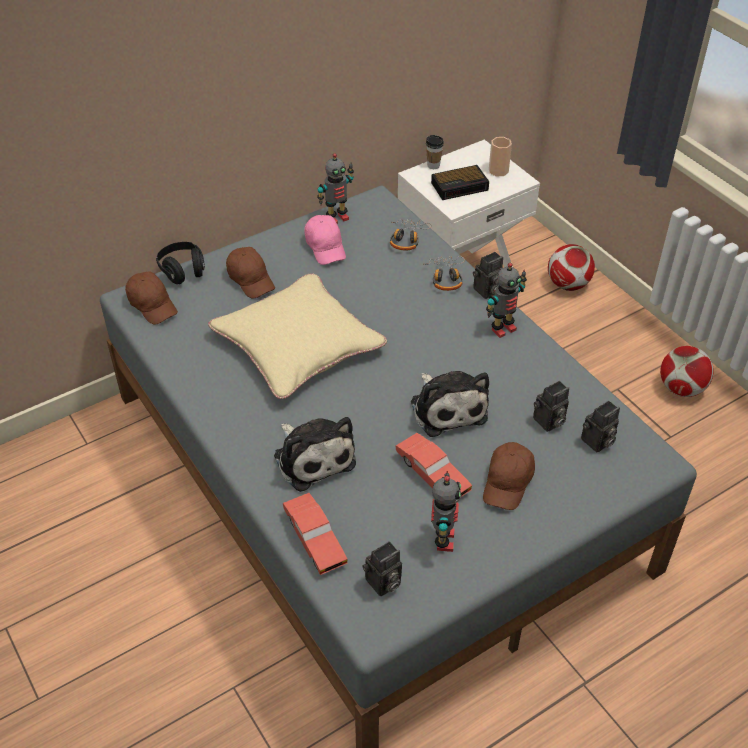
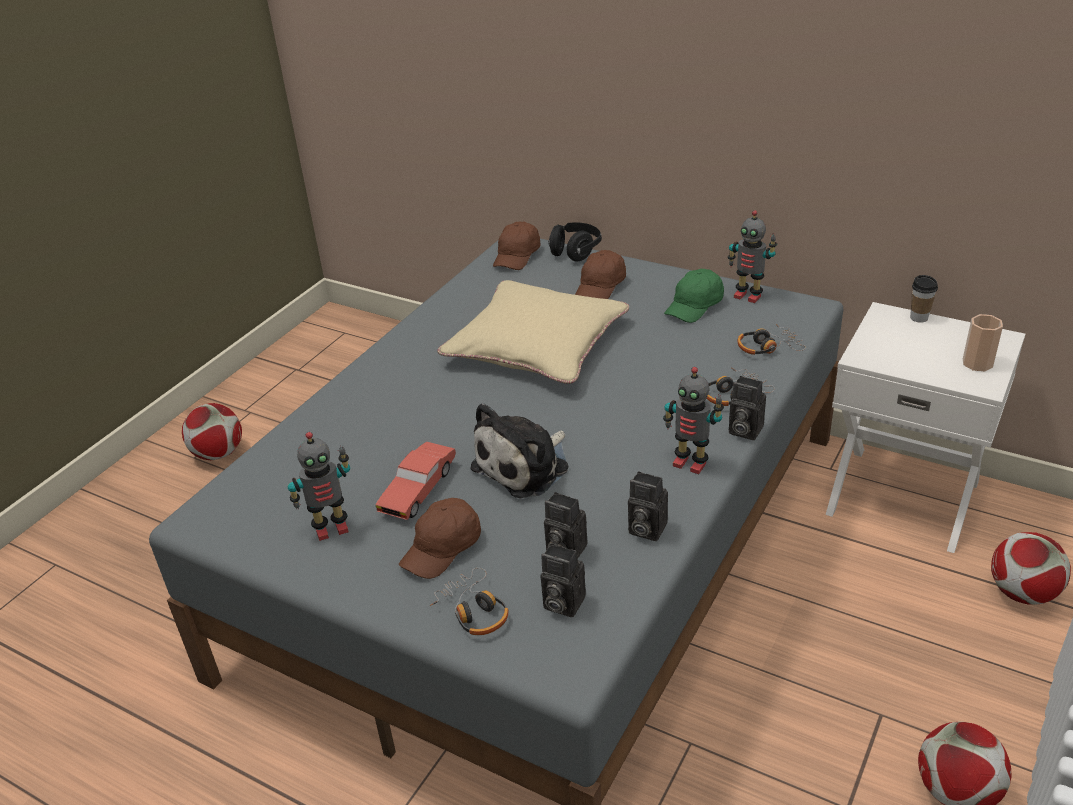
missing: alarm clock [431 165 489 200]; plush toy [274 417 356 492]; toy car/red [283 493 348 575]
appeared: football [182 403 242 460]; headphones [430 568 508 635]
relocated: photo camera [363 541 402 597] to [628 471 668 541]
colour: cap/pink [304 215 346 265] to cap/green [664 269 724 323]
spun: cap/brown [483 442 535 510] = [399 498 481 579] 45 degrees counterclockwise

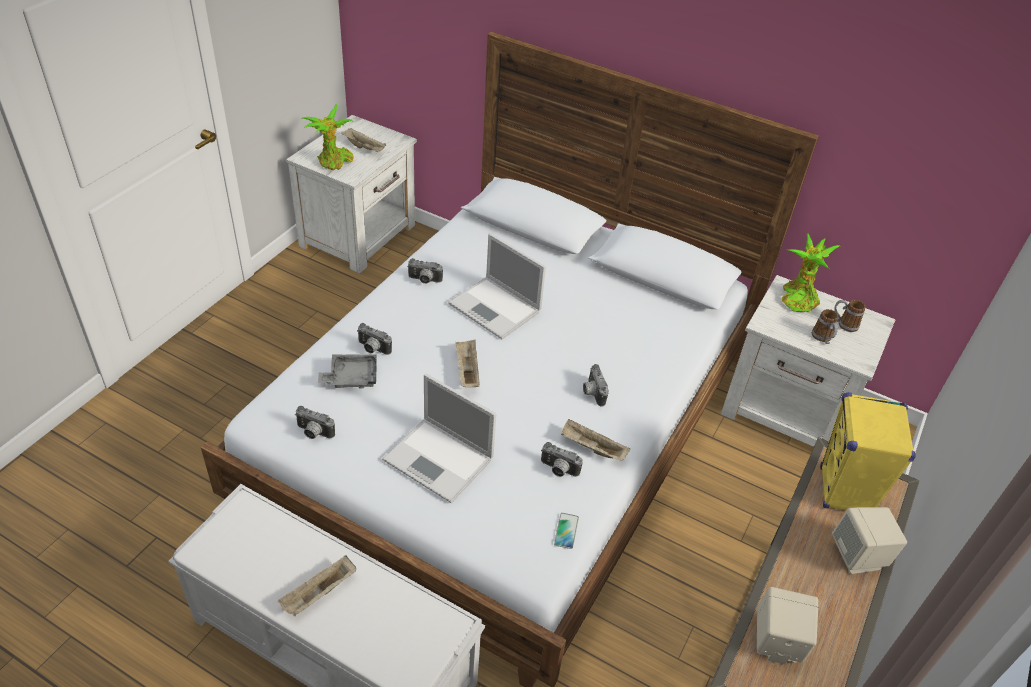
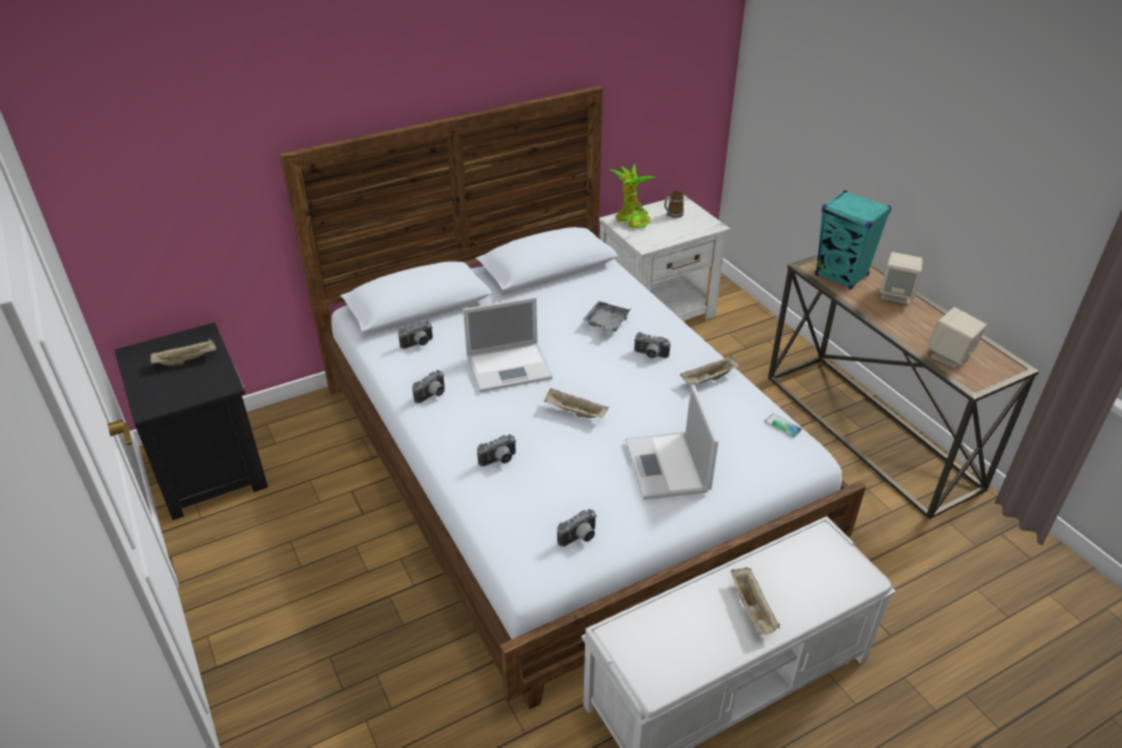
missing: potted plant [301 104 354 170]; mug [812 309 838 344]
relocated: tray/grey [318 354 377 388] to [583 301 631 334]; photo camera [541 442 583 477] to [398 321 433 349]
colour: nightstand/white [286 115 417 274] to nightstand/black [114 322 268 520]; speaker/yellow [820 392 916 510] to speaker/turquoise [815 190 891 290]
spun: laptop [382 374 496 503] = [625 385 718 500] 105 degrees clockwise

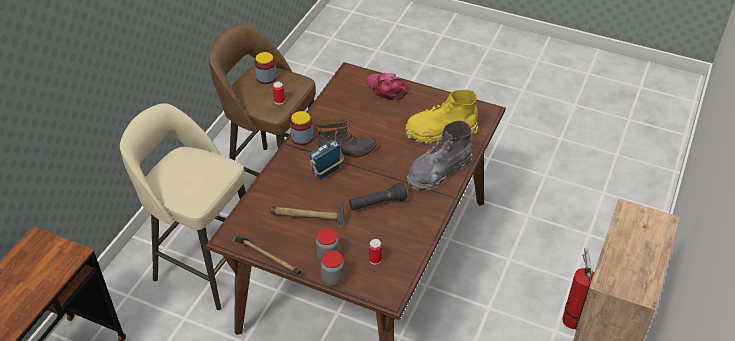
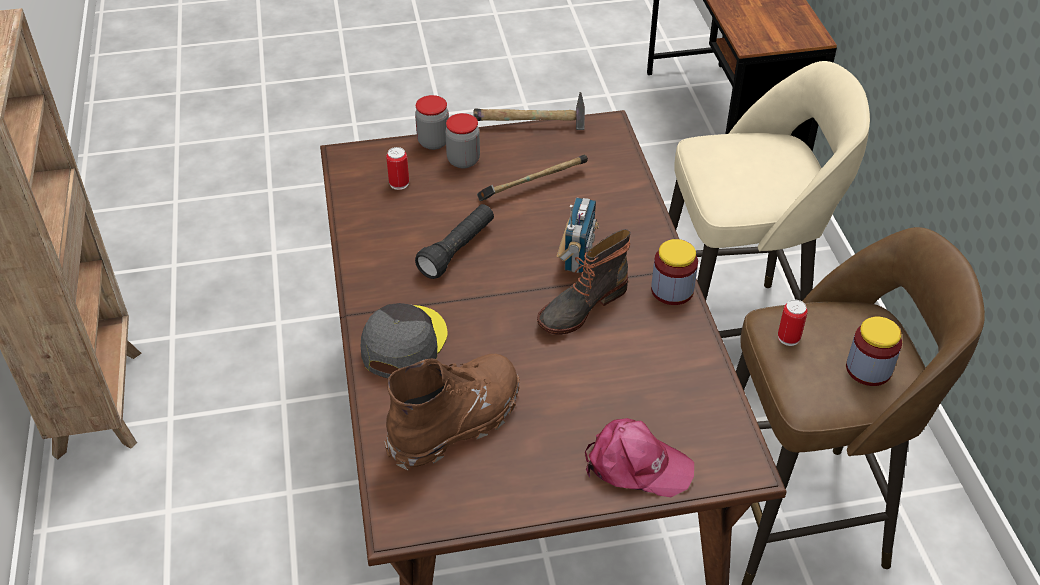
missing: fire extinguisher [562 248 594 330]
exchanged: boot/grey [407 120 472 191] to cap/grey [361 303 448 378]
colour: boot/yellow [405 90 478 144] to boot/brown [384 354 520 470]

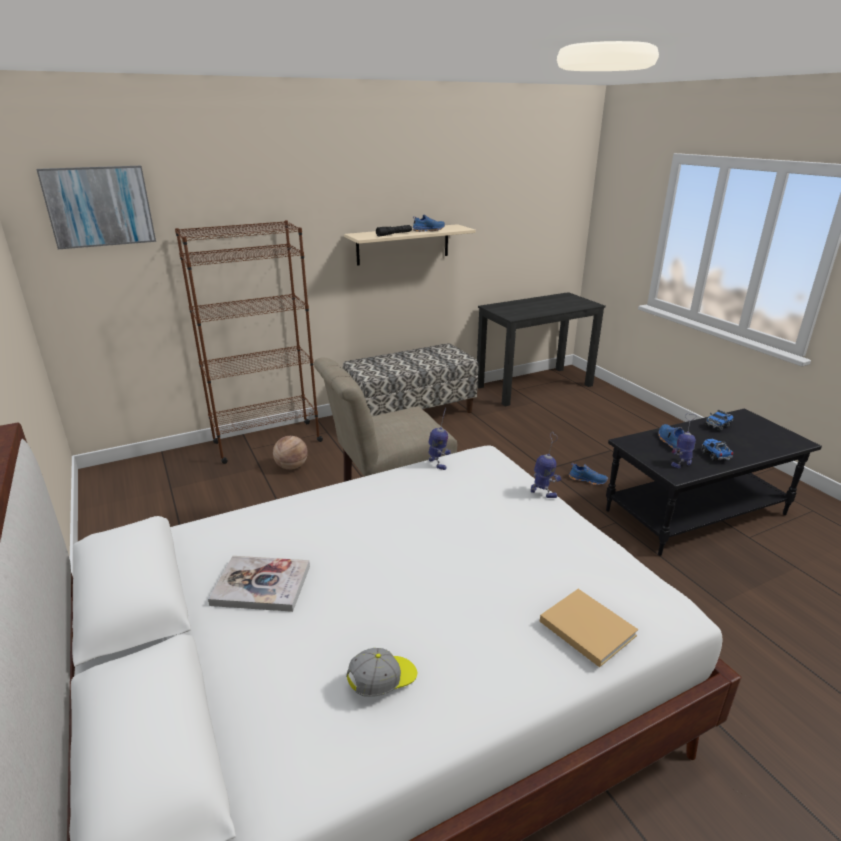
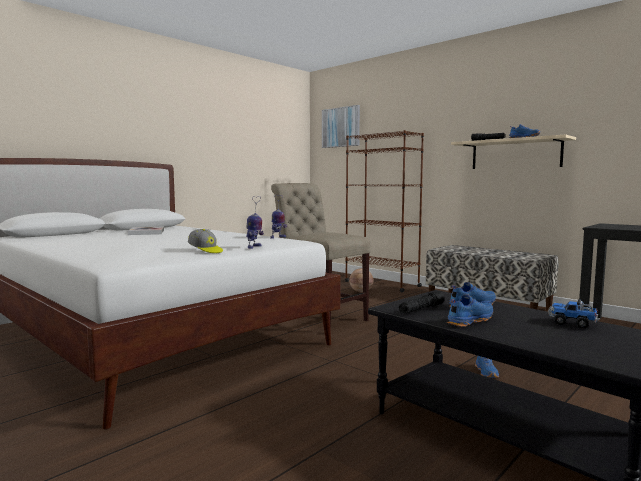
missing: book/beige [540 589 638 667]
relocated: cap [346 648 417 697] to [188 229 223 253]
exchanged: toy robot [671 414 696 468] to flashlight/black [399 291 445 314]; toy truck [701 439 734 461] to shoe/blue [447 294 493 327]

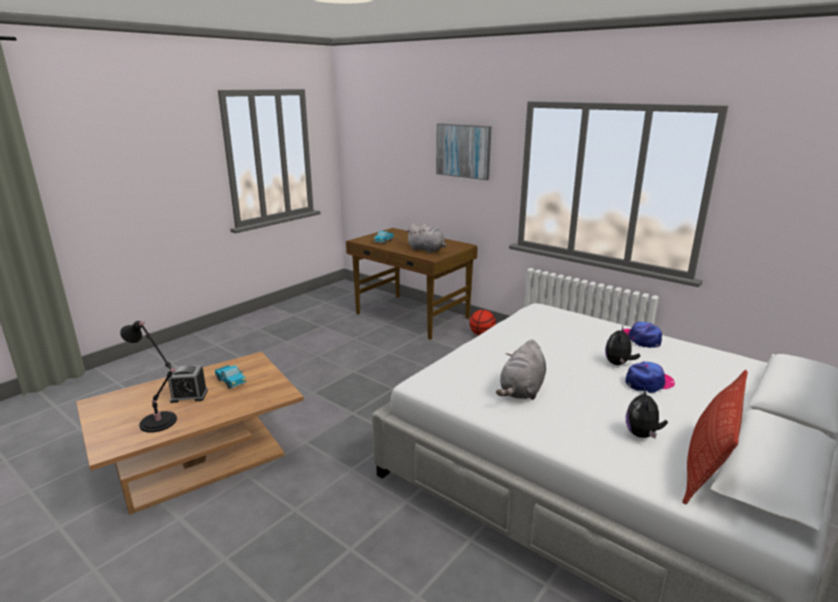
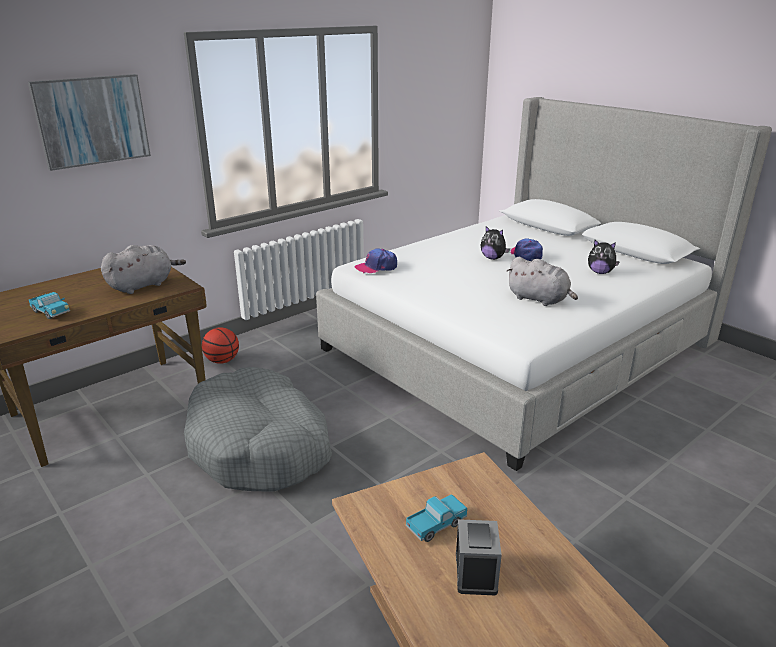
missing: table lamp/black [120 321 177 433]; pillow [682 370 748 505]
appeared: dog bed/grey [184 367 332 492]
relocated: cap [621 322 662 348] to [355 248 397 273]

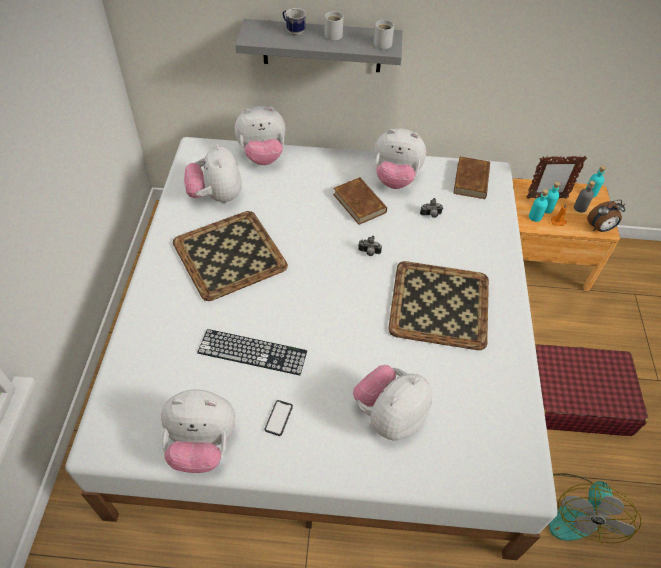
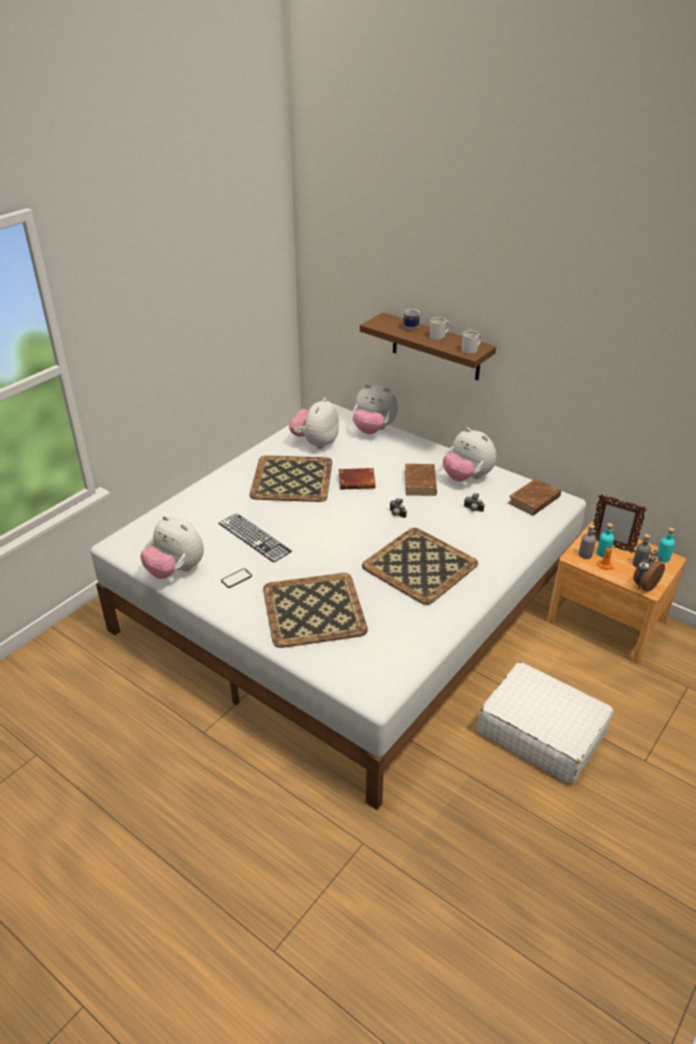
missing: fan [549 473 642 543]
appeared: book/brown [339 468 375 490]
exchanged: plush toy [353 365 432 440] to tray [263 573 368 648]
colour: shelf/grey [235 19 402 72] to shelf/brown [360 312 496 380]; bottle/turquoise [529 189 549 222] to bottle/grey [579 524 596 559]; suitcase/red [535 344 648 436] to suitcase/white [477 662 614 784]
spun: alarm clock [587 200 625 232] = [633 550 665 592] 120 degrees clockwise

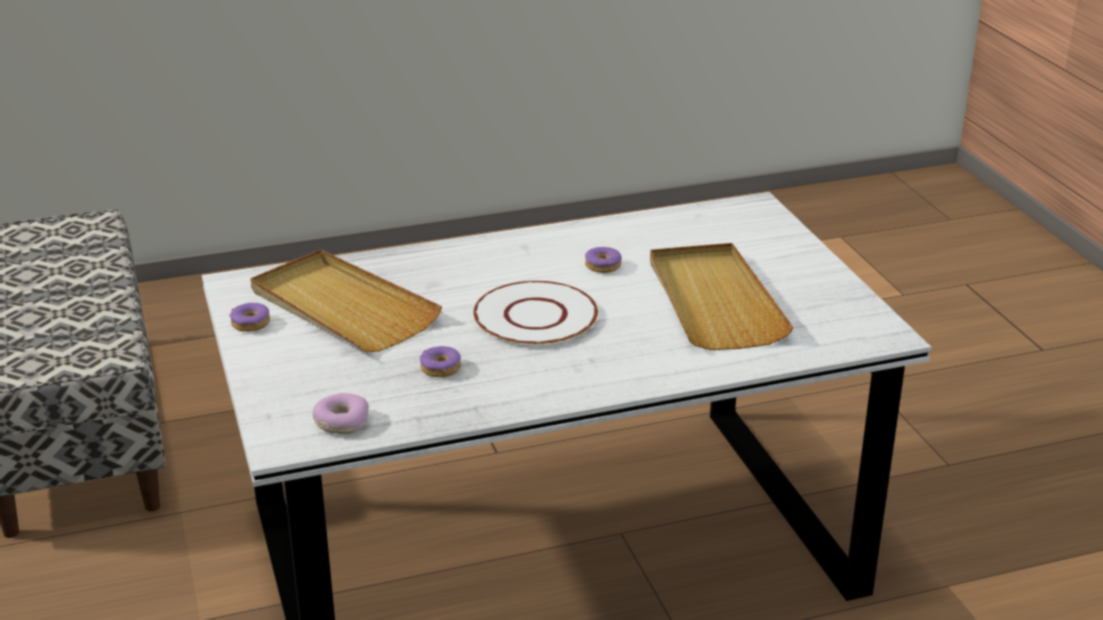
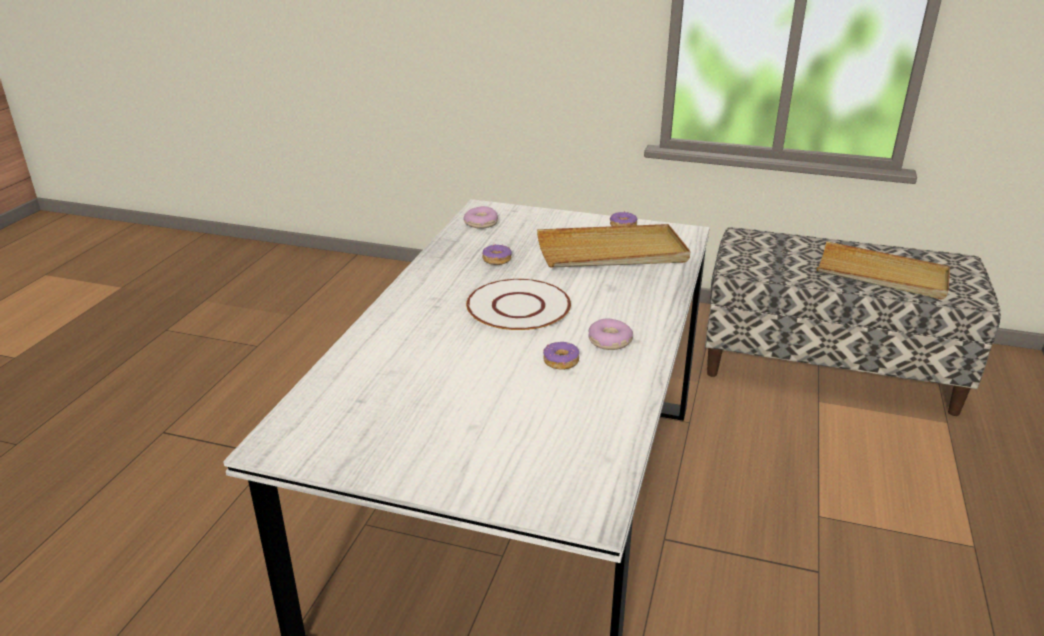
appeared: donut [588 318 633 350]
relocated: tray/beige [650 243 794 350] to [817 241 950 299]

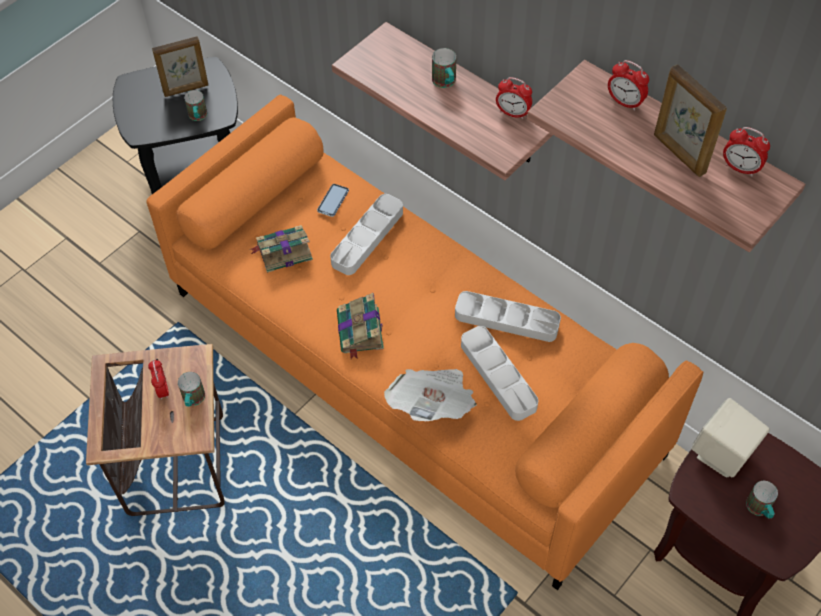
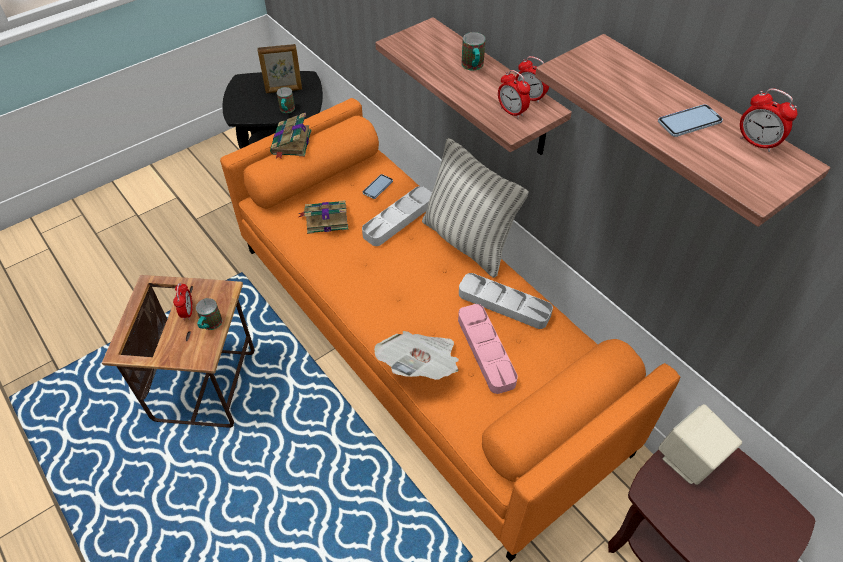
missing: mug [746 481 778 519]
appeared: pillow [422 138 529 278]
relocated: alarm clock [608 60 649 111] to [498 70 530 119]; book [337 293 384 359] to [270 113 312 159]
exchanged: picture frame [654 64 727 177] to phone [658 104 723 137]
colour: tray/grey [461 326 538 421] to tray/pink [458 304 518 394]

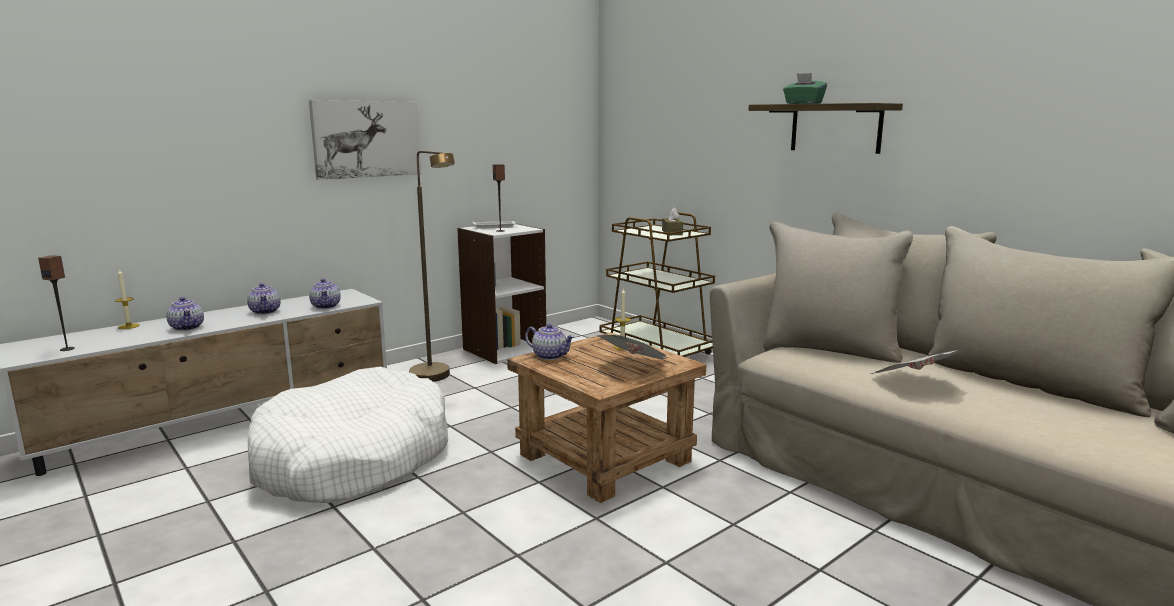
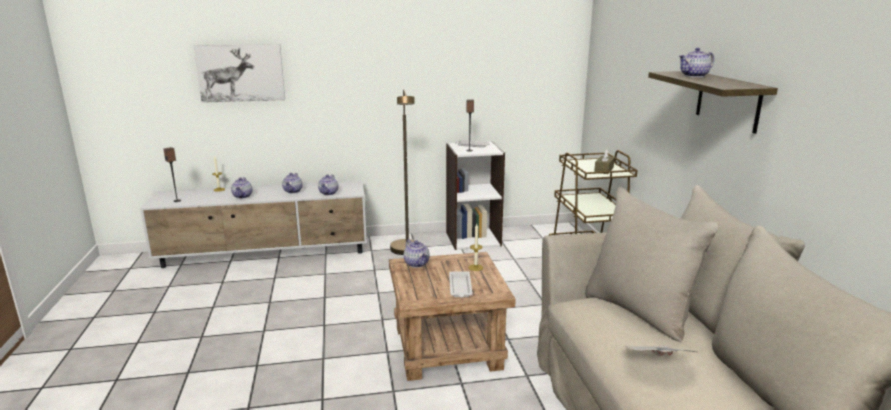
missing: dog bed/white [248 366 448 503]
relocated: picture [309 100 421 180] to [194 44 285 103]
exchanged: tissue box/green [783 73 827 104] to teapot [679 48 714 77]; newspaper [597 335 667 359] to tray/white [449 271 473 297]

